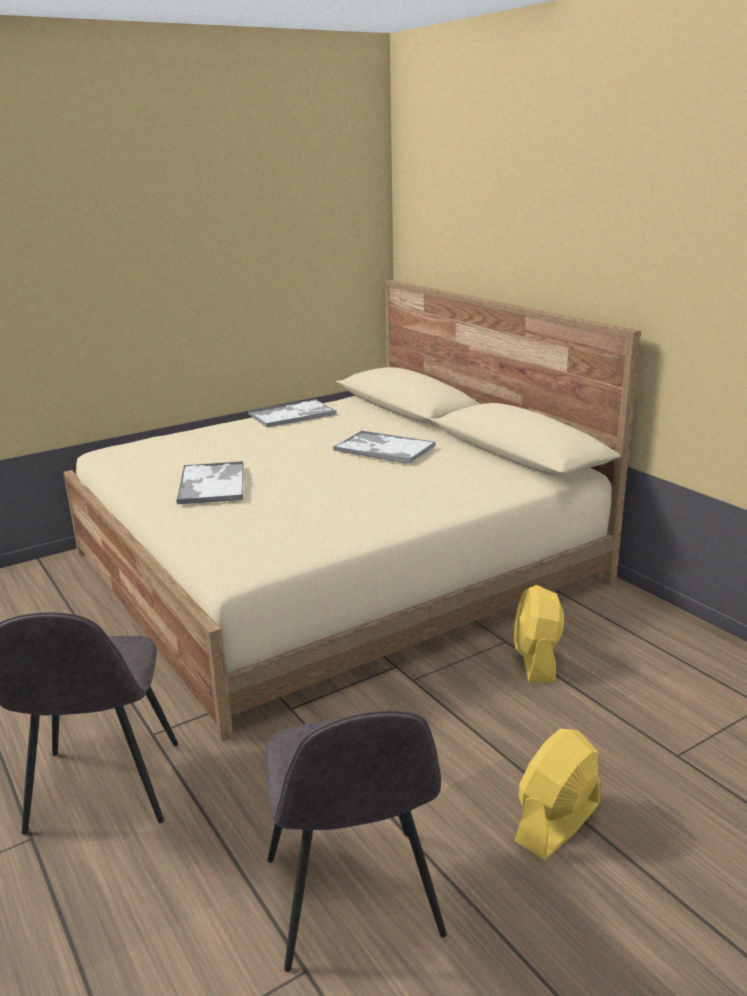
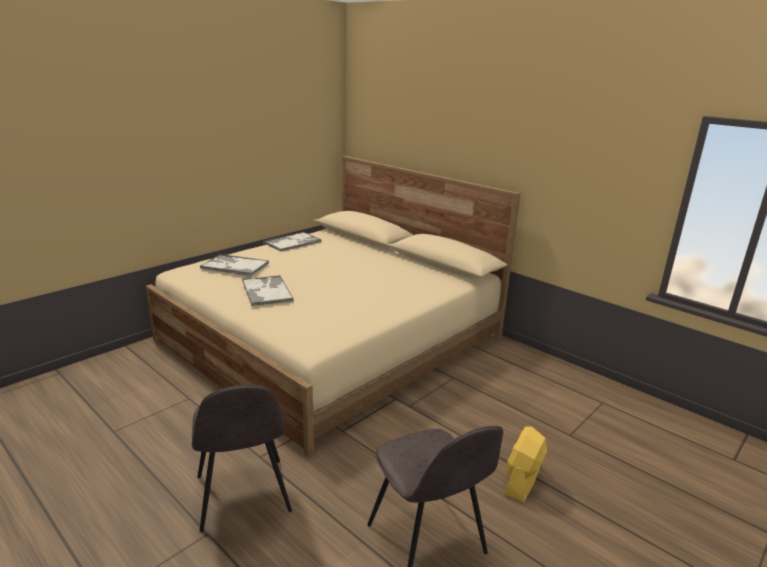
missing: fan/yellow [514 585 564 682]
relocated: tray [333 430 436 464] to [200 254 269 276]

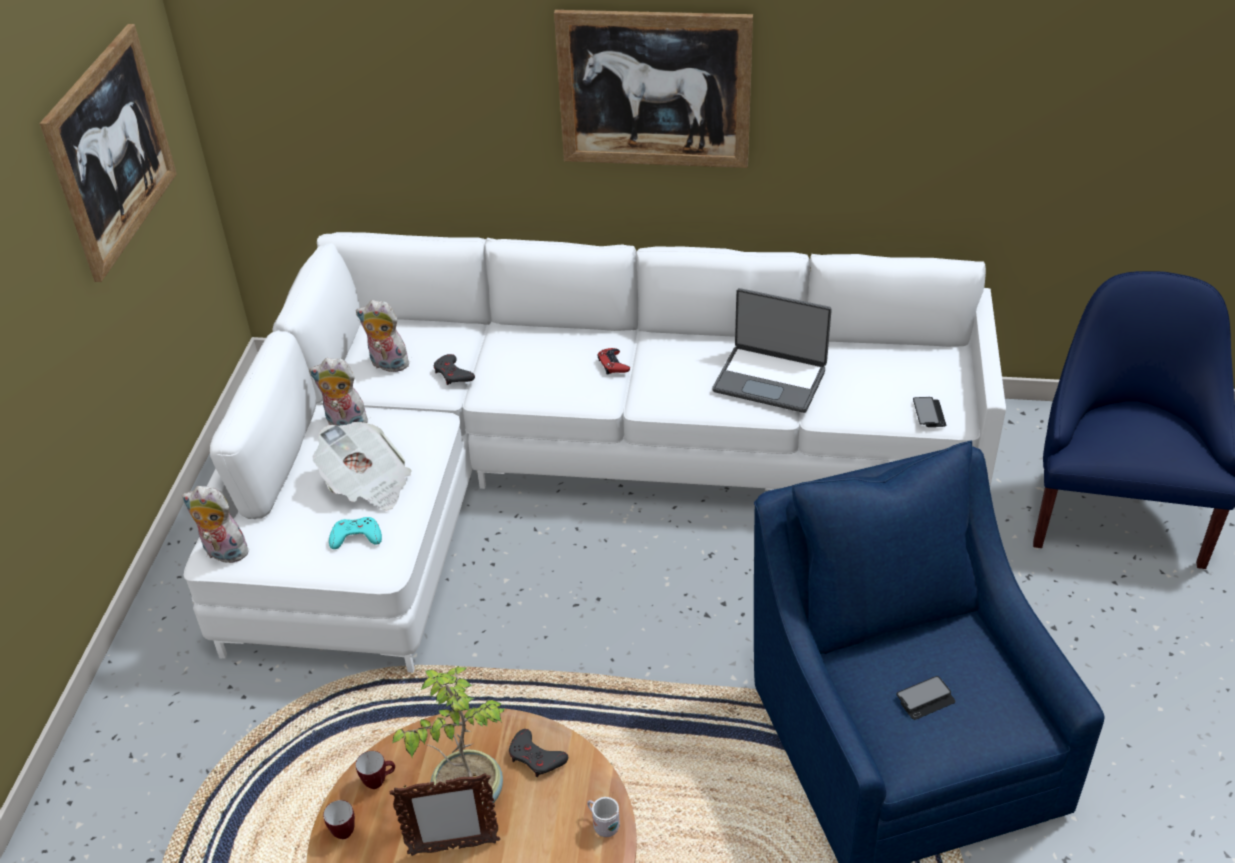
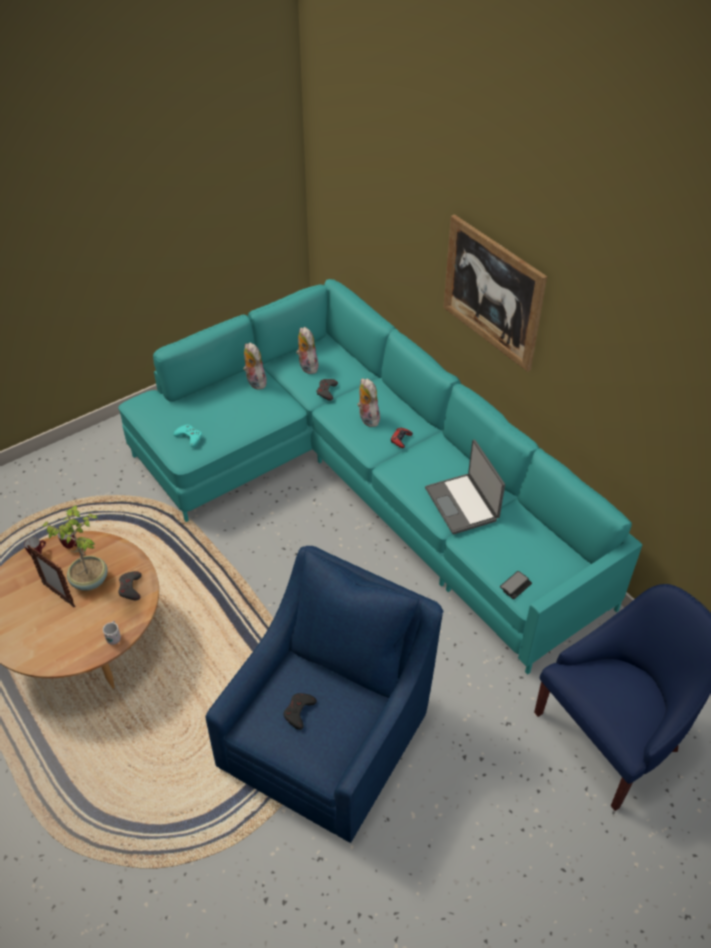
missing: picture [39 24 177 282]; newspaper [312 422 412 510]
relocated: plush toy [182 486 249 563] to [357 378 380 427]
exchanged: phone [896 676 955 720] to game controller/black [284 693 317 730]
colour: sofa/white [183 232 1006 673] to sofa/turquoise [118 279 643 674]

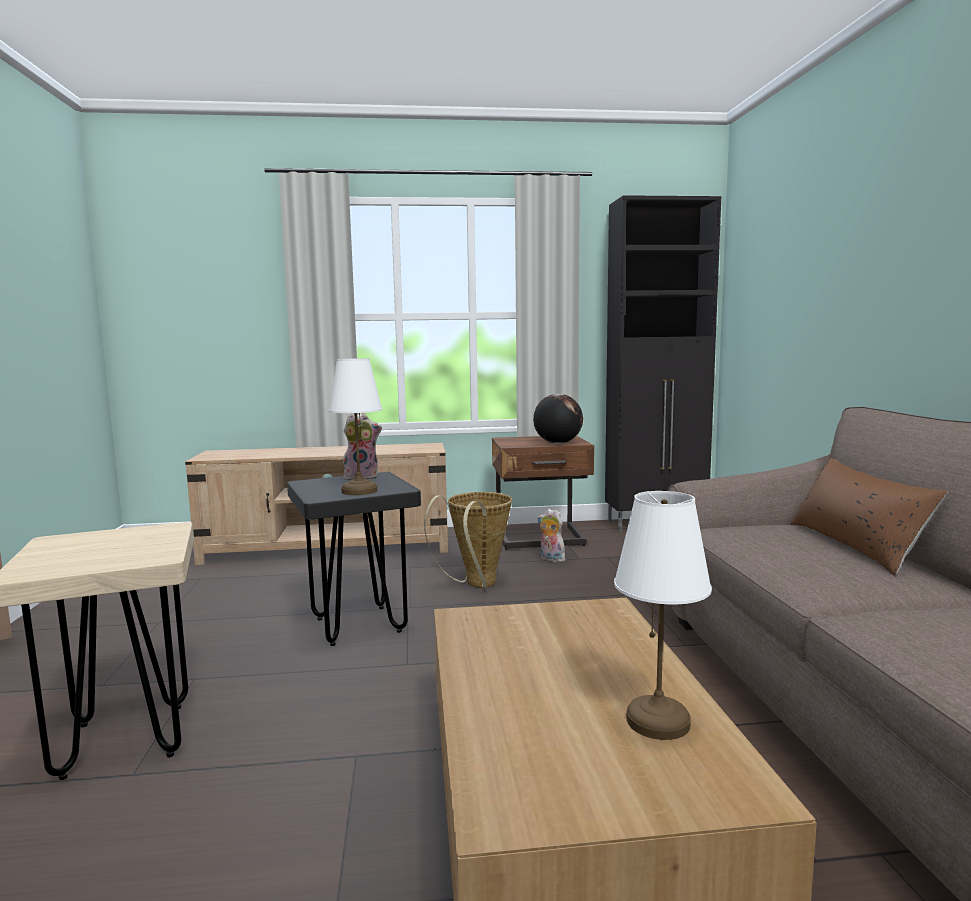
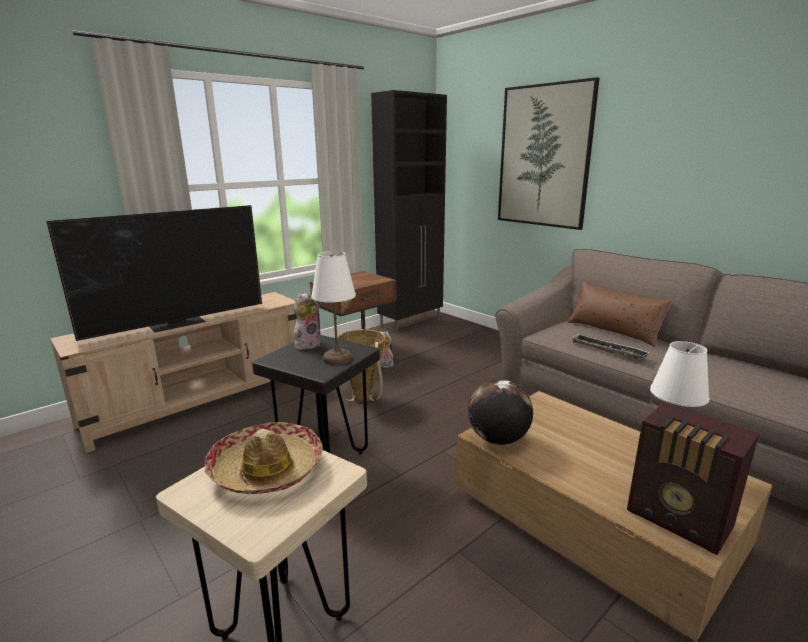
appeared: picture [498 77 600 230]; television [46 205 262 341]; tray [571 334 650 358]; radio [627 402 759 555]; hat [204 422 322 494]
relocated: globe [533 394 583 444] to [468 379 533 445]

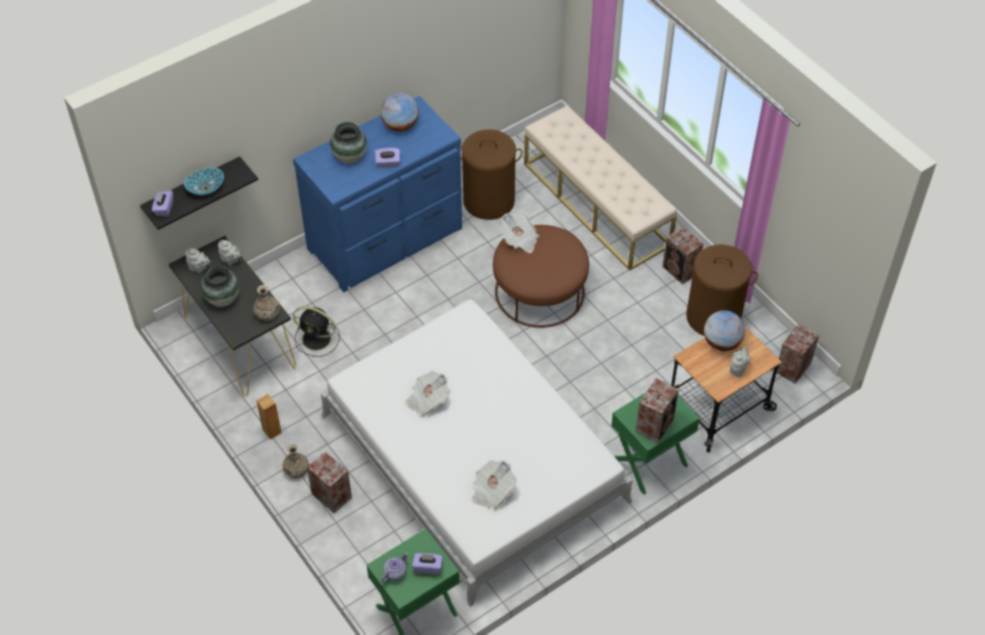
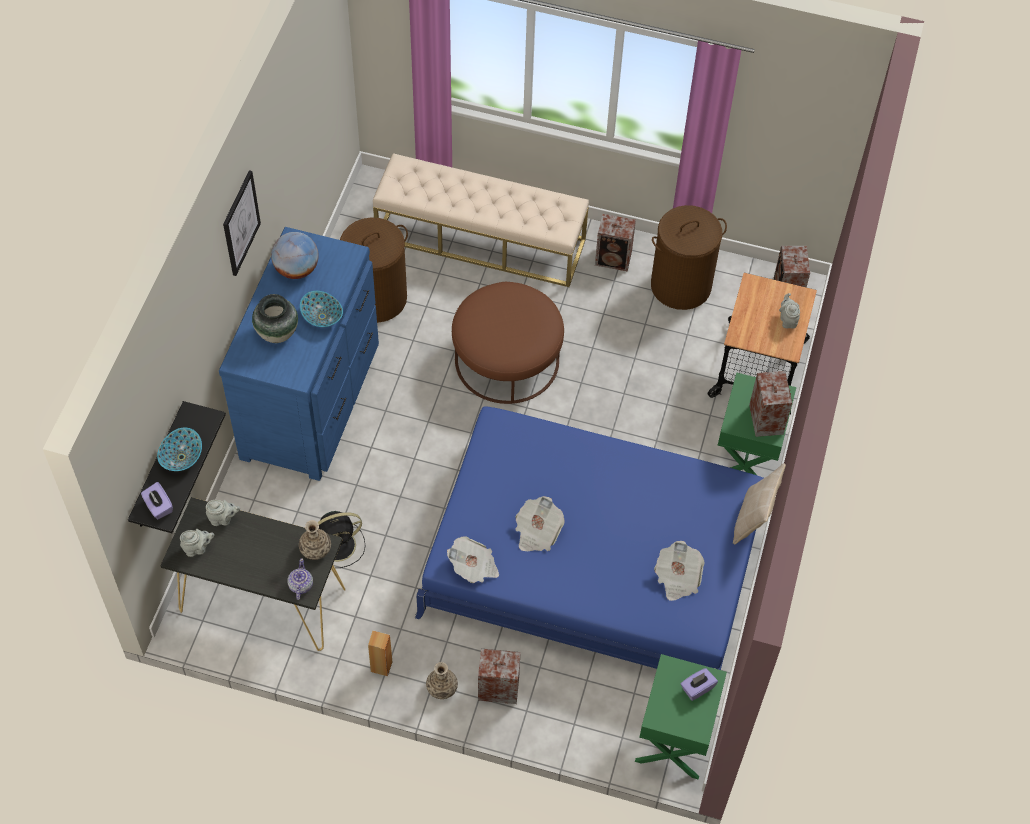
missing: vase [201 265 239 307]; globe [704 310 745 351]
appeared: picture [223 170 261 276]; pillow/beige [733 463 786 544]
relocated: newspaper [500 212 539 253] to [447 536 499 583]; teapot [381 552 408 583] to [287 558 313 600]
exchanged: tissue box/purple [375 148 400 168] to bowl [300 291 343 327]
colour: bed/white [321 299 632 607] to bed/blue [415 406 764 670]

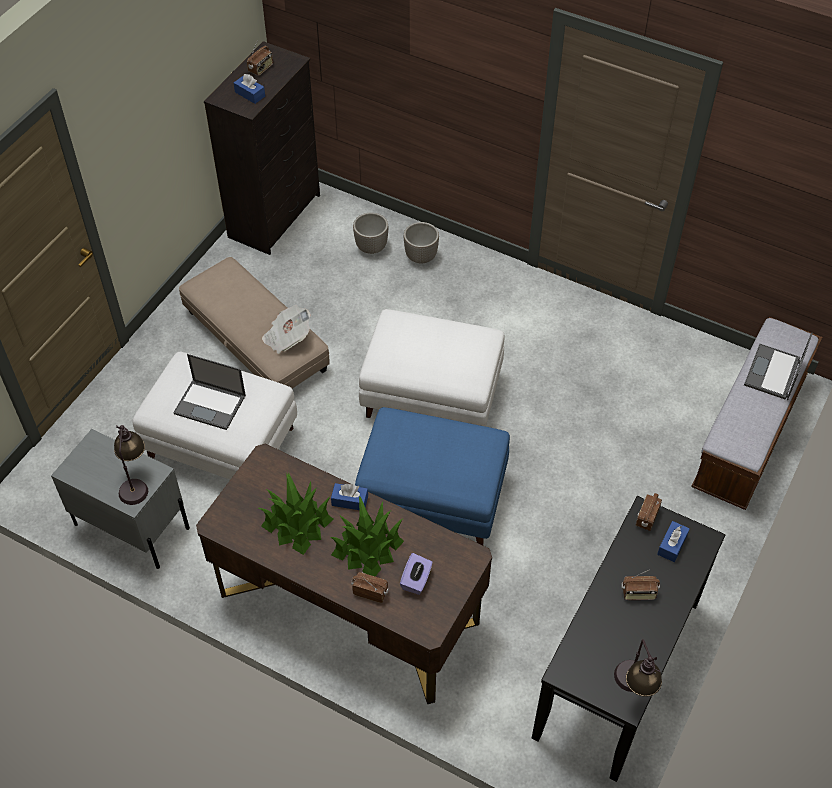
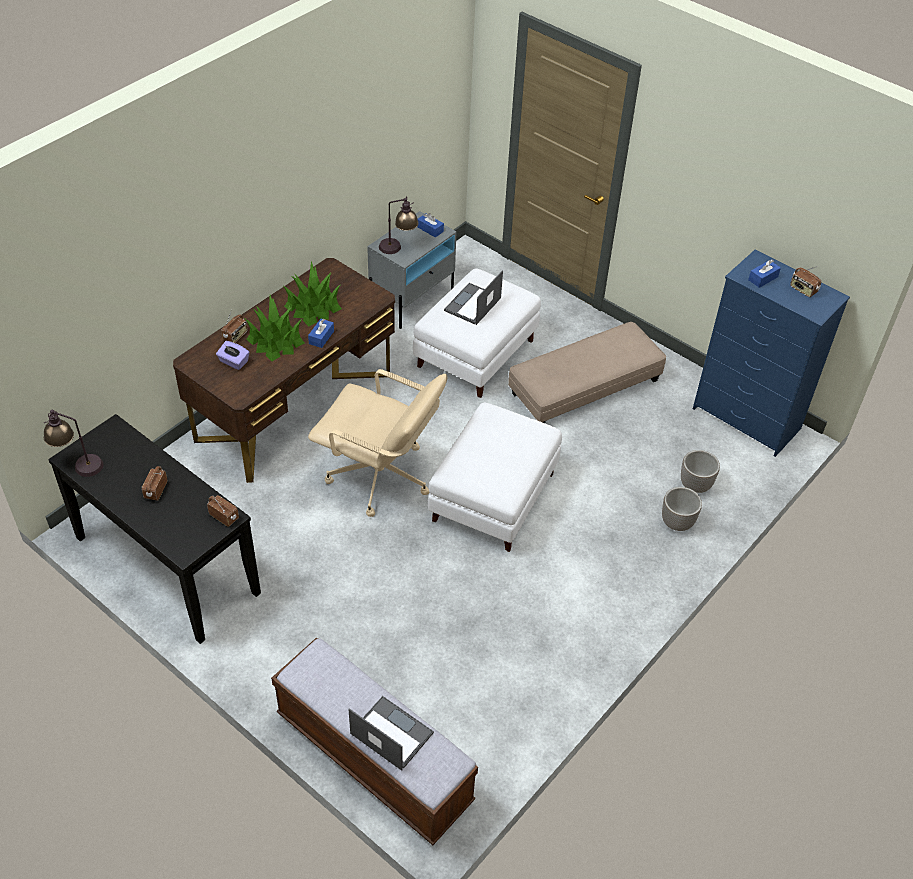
missing: newspaper [262 305 311 354]
relocated: tissue box/blue [657 521 690 562] to [417 213 444 237]
exchanged: ottoman/blue [355 407 510 545] to office chair/beige [308 369 447 517]
colour: dresser/black [204 41 320 255] to dresser/blue [693 250 850 457]

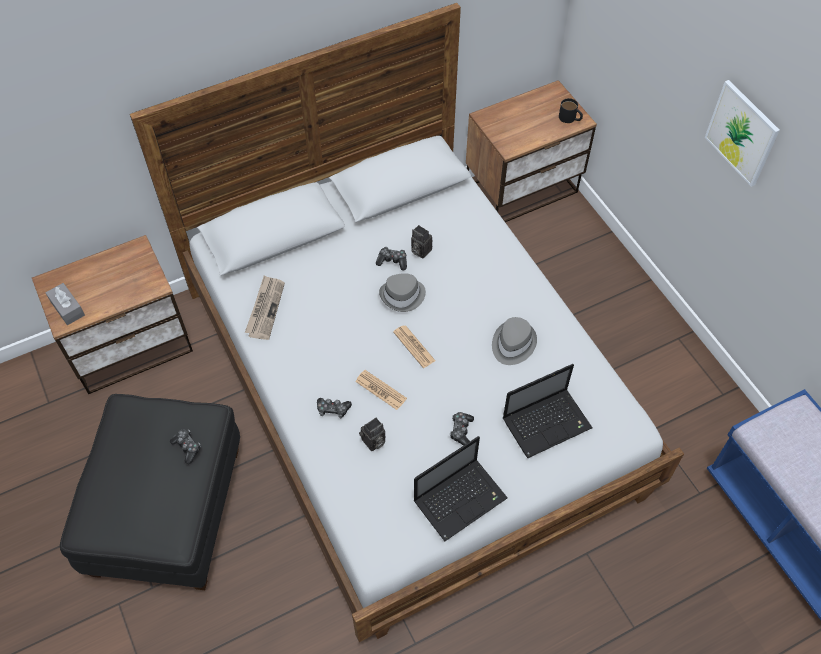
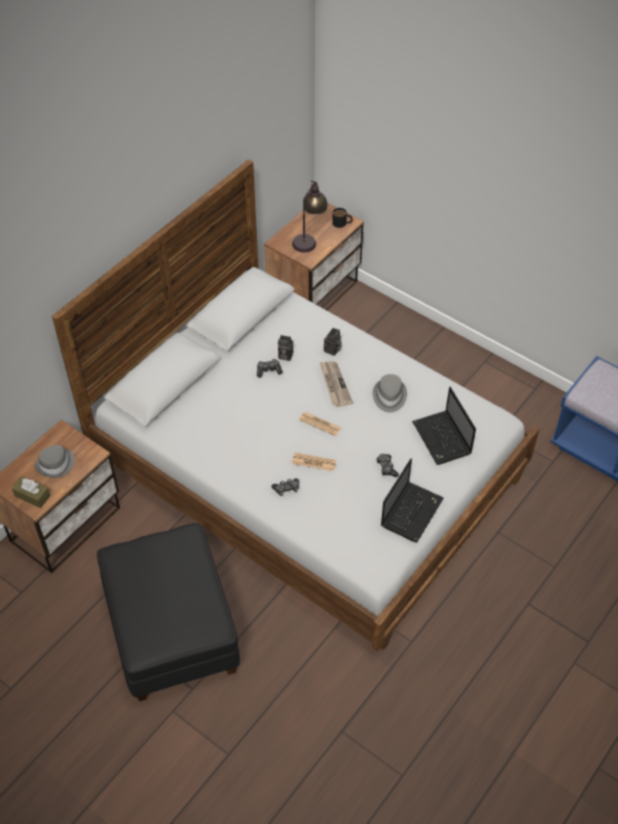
missing: picture [705 80 780 187]; game controller [170 429 201 464]
appeared: table lamp [292 180 328 253]
relocated: hat/grey [379 273 426 312] to [35 445 74 478]; newspaper [245 276 285 340] to [320 361 353 407]; photo camera [359 418 385 451] to [324 328 342 356]
colour: tissue box/grey [46 283 85 325] to tissue box/brown [12 476 50 508]
spun: laptop [503 364 592 458] = [412 387 476 465] 120 degrees clockwise

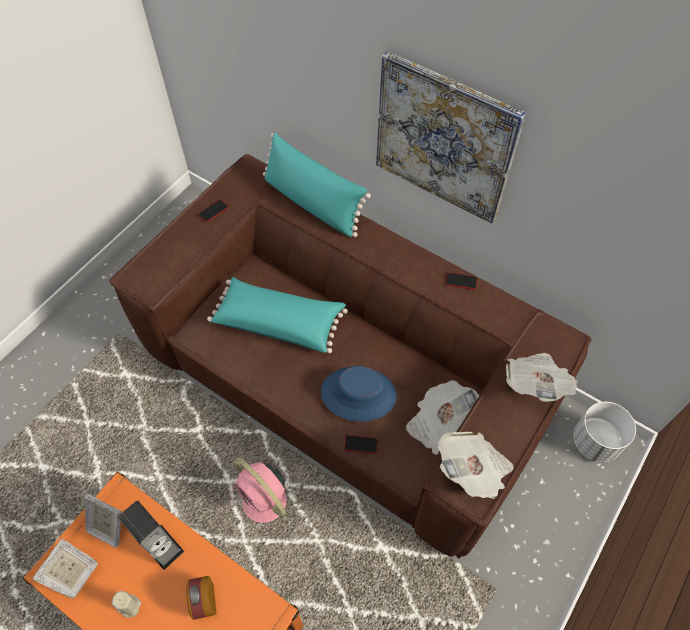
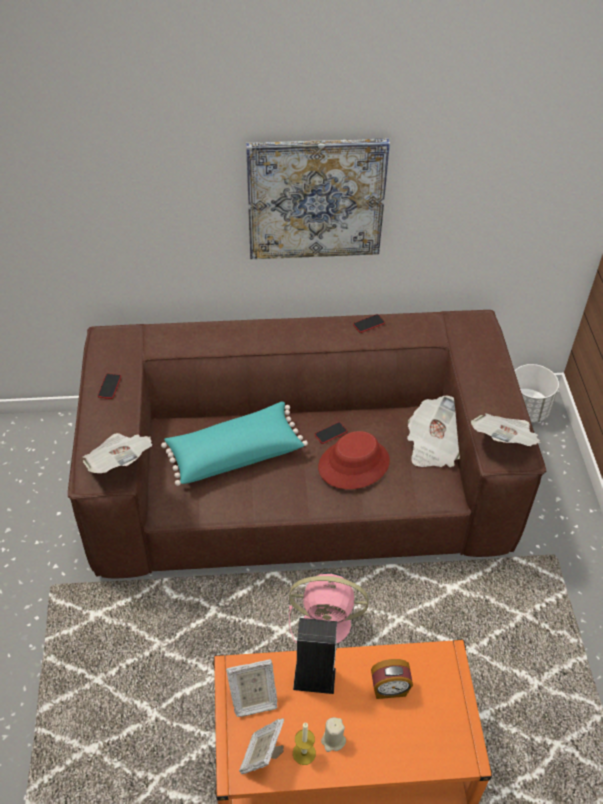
missing: pillow/turquoise [263 132 371 237]
appeared: candle [293 722 316 765]
relocated: newspaper [506 353 577 402] to [83 433 152 473]; phone [344 435 378 454] to [315 422 347 444]
colour: hat/blue [321 366 397 422] to hat/red [318 431 390 489]
spun: picture frame [33 539 98 598] = [239 718 284 774] 150 degrees counterclockwise; alarm clock [186 576 217 620] = [371 659 413 699] 45 degrees counterclockwise

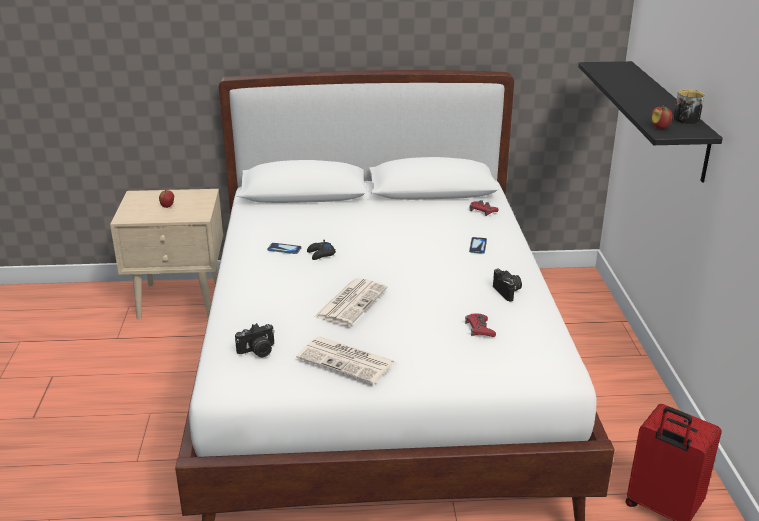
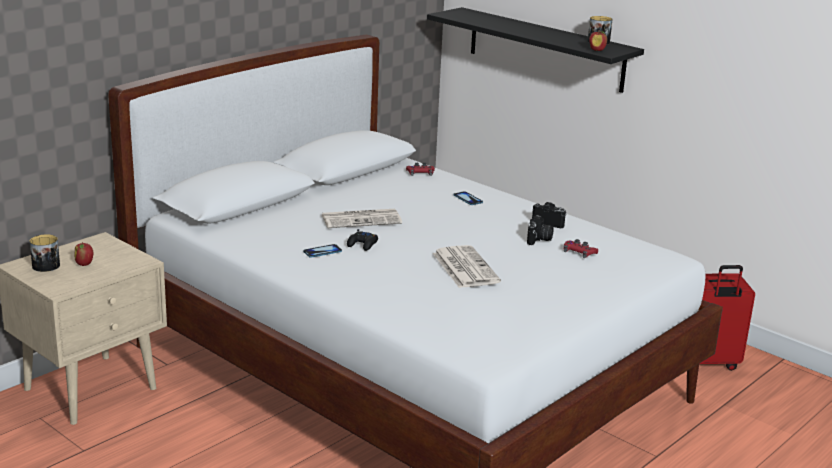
appeared: mug [30 235 60 272]
relocated: photo camera [235 323 275 357] to [527 215 554 245]; newspaper [296 336 395 384] to [321 209 402 228]

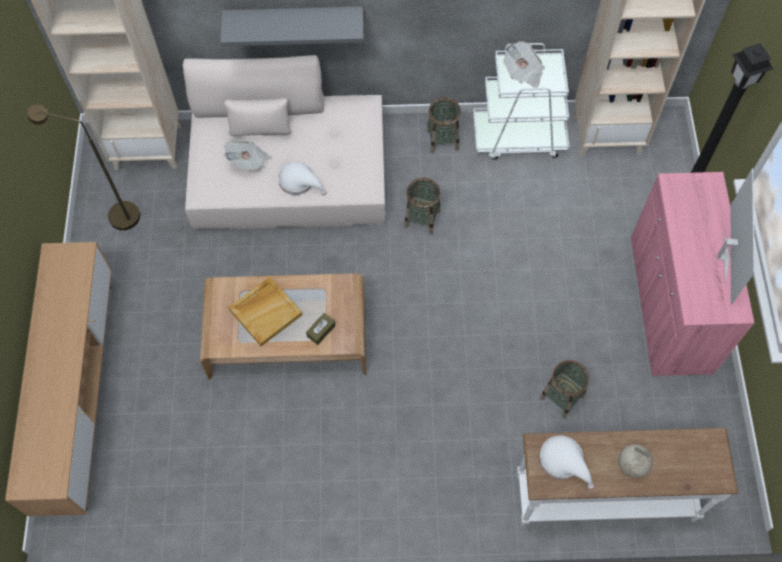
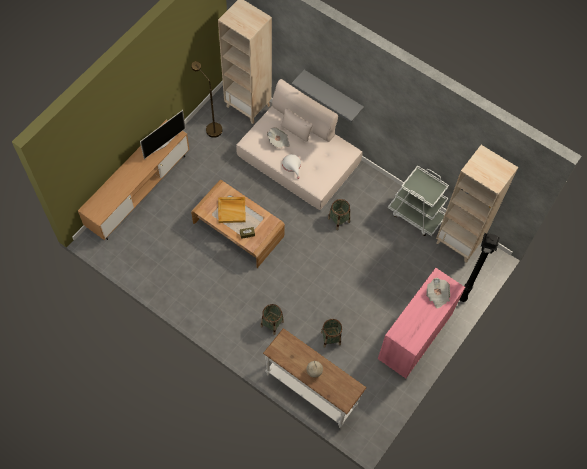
missing: hat/white [539 435 594 490]
relocated: newspaper [503 41 545 88] to [426 277 450 309]; basket [427 97 461 154] to [260 304 284 335]; television [717 168 755 305] to [140 110 186 159]

